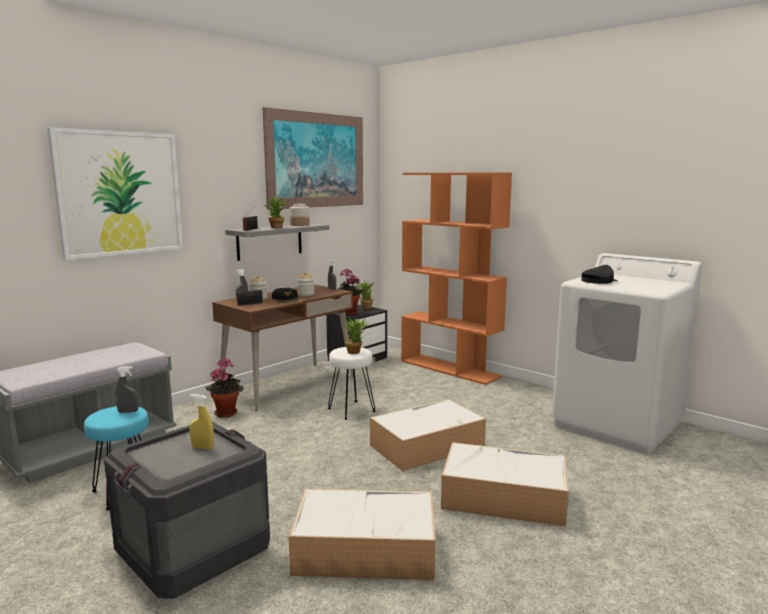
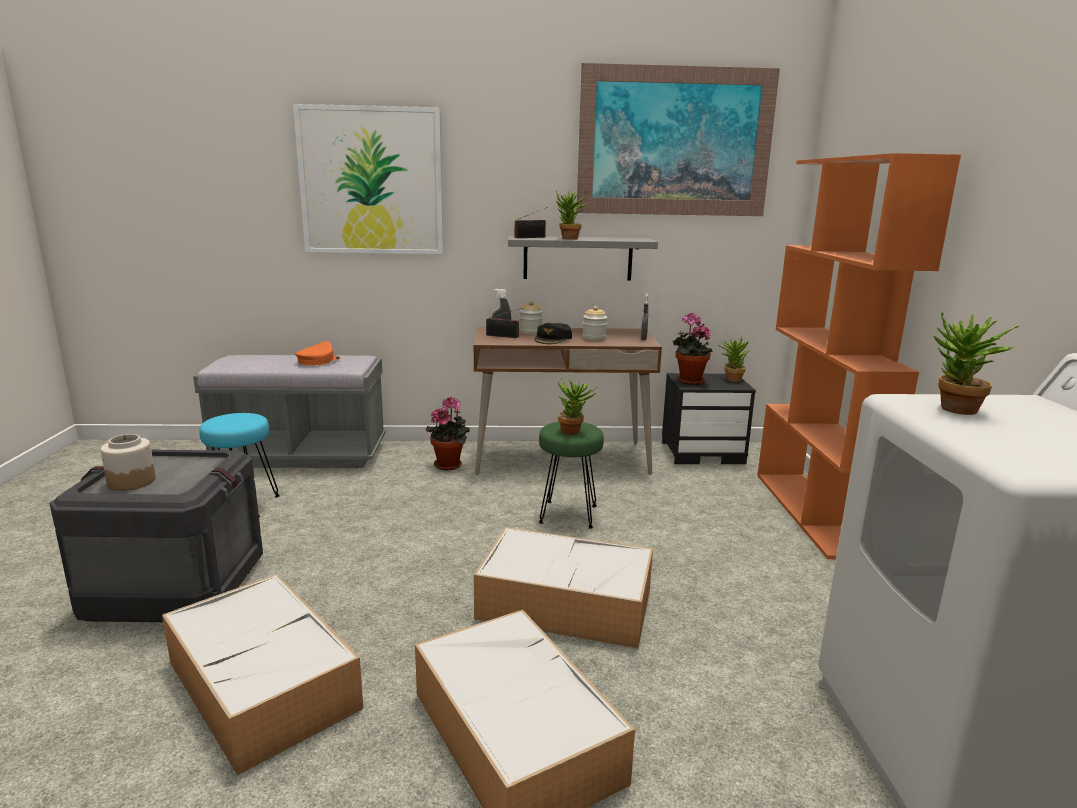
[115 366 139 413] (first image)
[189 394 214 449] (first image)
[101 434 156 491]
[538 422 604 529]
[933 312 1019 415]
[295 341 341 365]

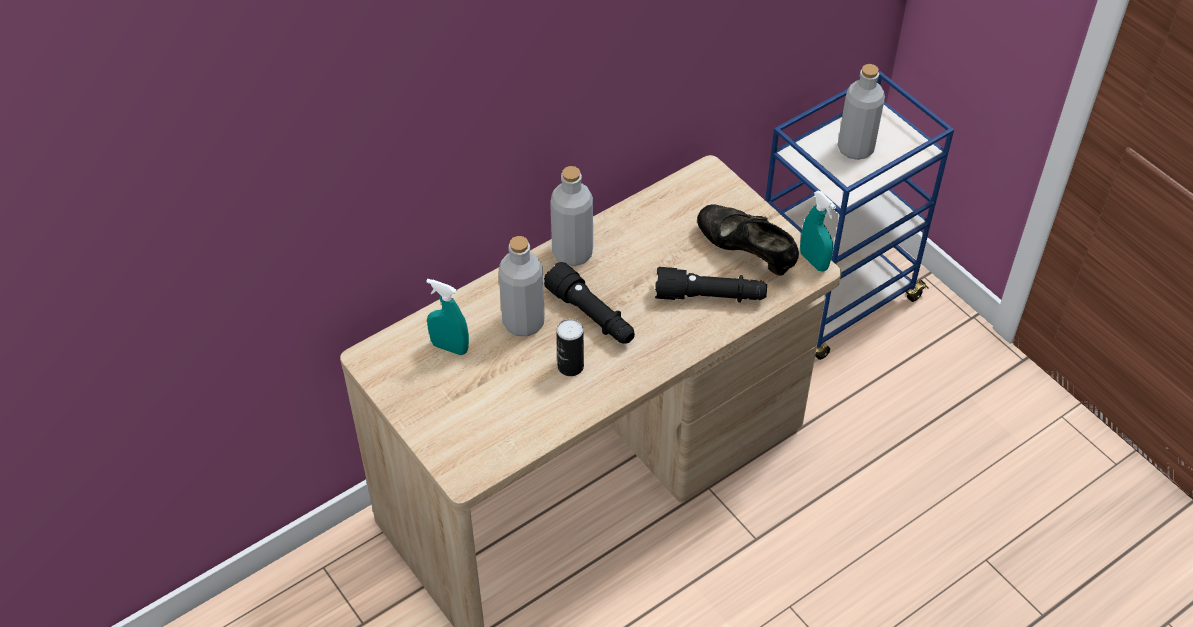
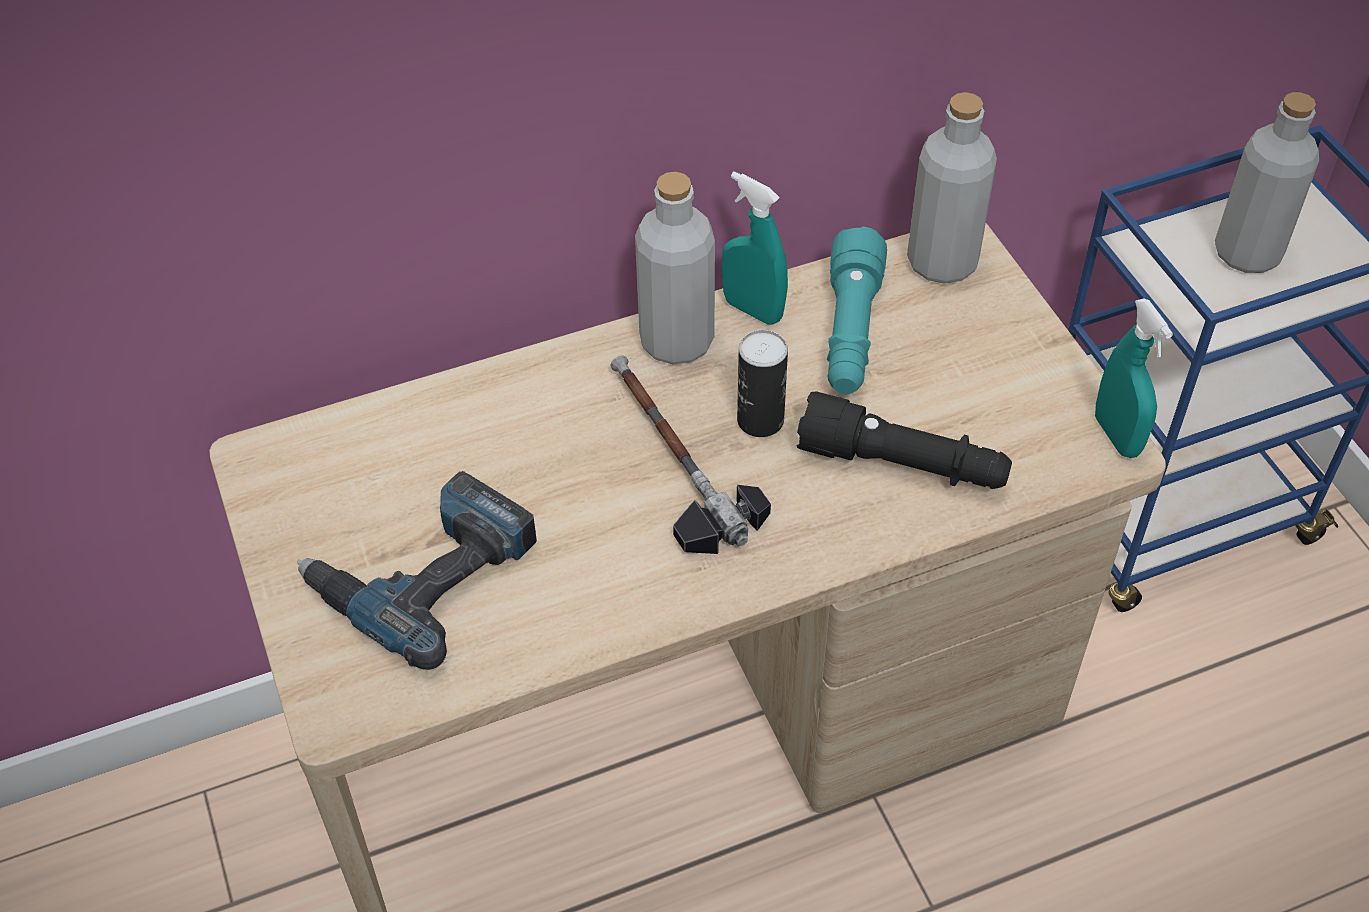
[722 171 788 325]
[907 92 997 284]
[610 355 771 554]
[737 330 788 437]
[697 204 799 276] (first image)
[297 471 537 670]
[827 226 887 394]

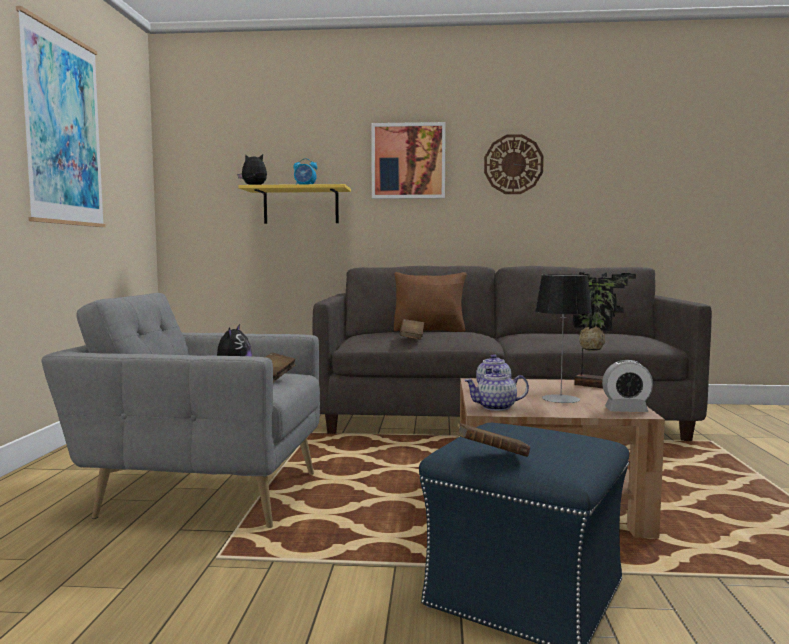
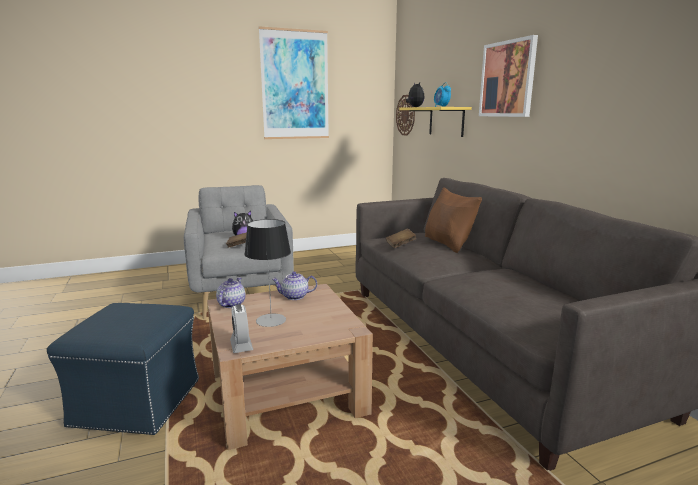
[456 423 530 457] (first image)
[216 278 245 308]
[396 95 415 136]
[573 272 636 388] (first image)

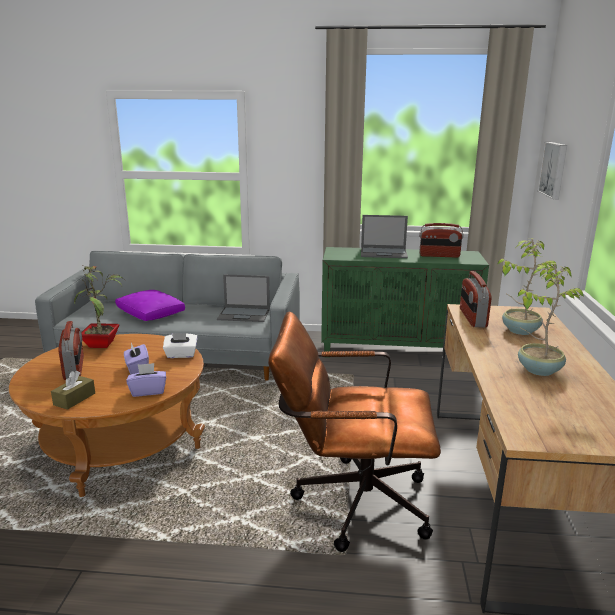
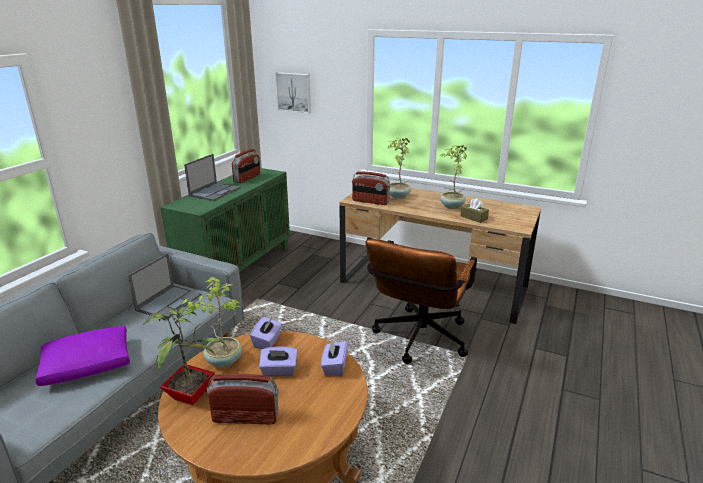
[461 198 489 223]
[250 317 282 349]
[181 277 242 368]

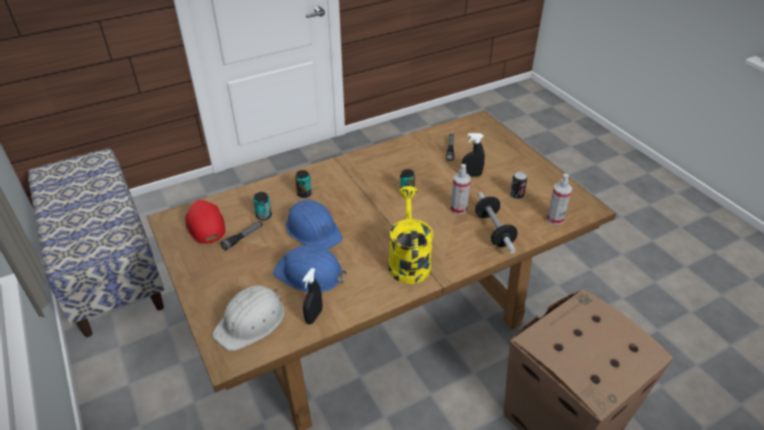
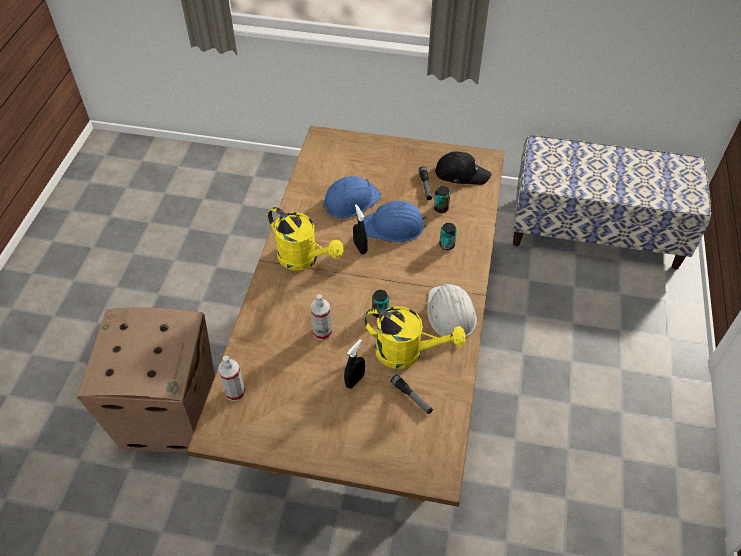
[435 151 492 185]
[427 283 477 338]
[353 204 368 254]
[475 192 517 253] (first image)
[510 172 527 199] (first image)
[364 306 466 369]

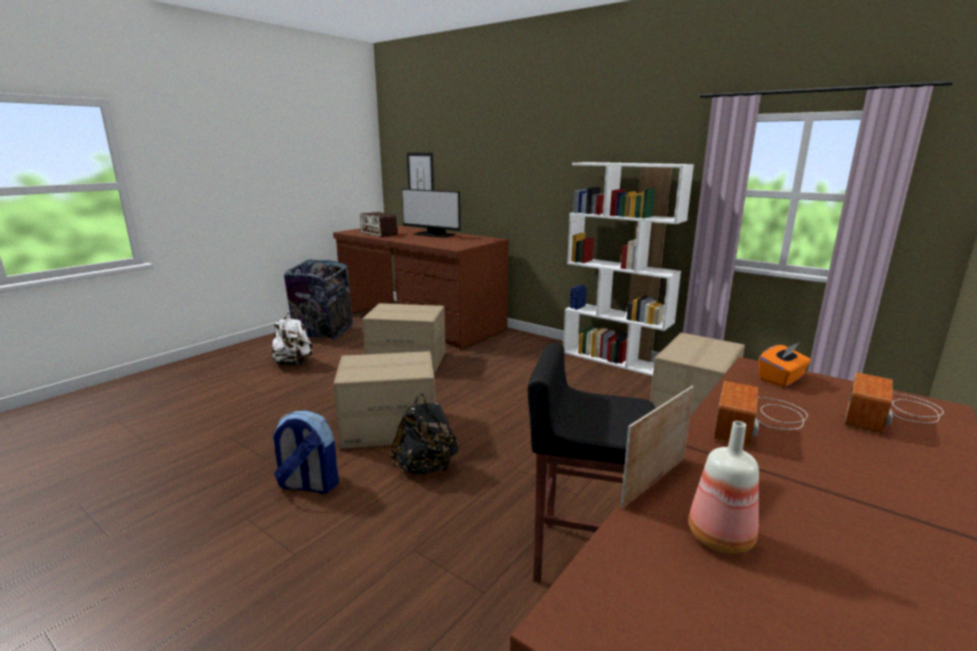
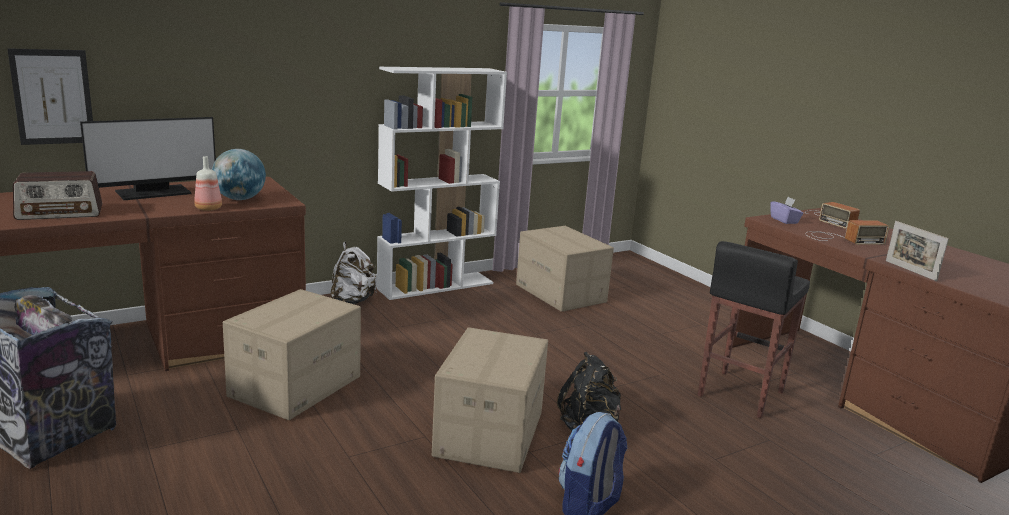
[330 242 377 304]
[194 156 222 211]
[805 220 889 245]
[770 197 804 224]
[212 149 266 200]

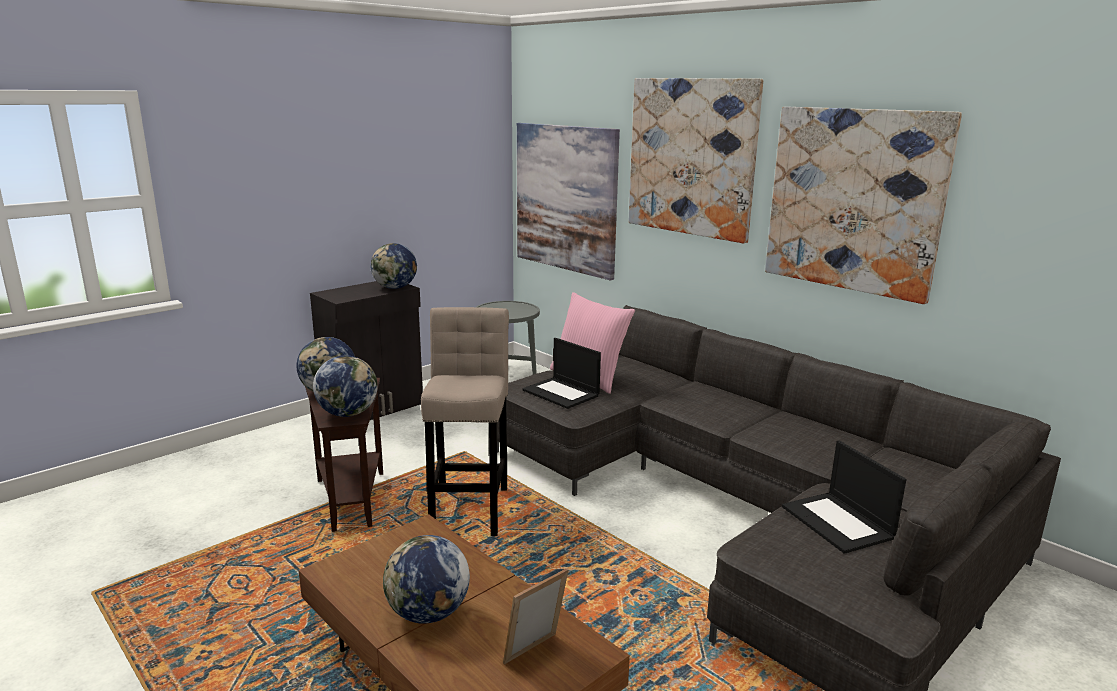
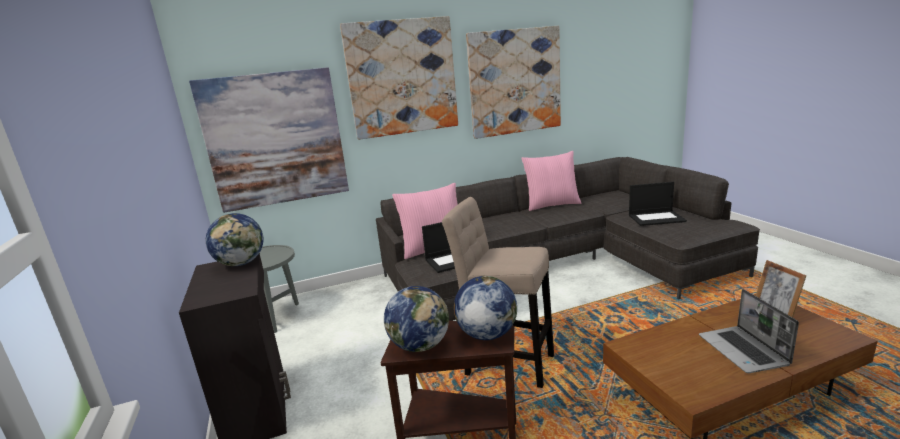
[699 289 799 373]
[522 151 582 211]

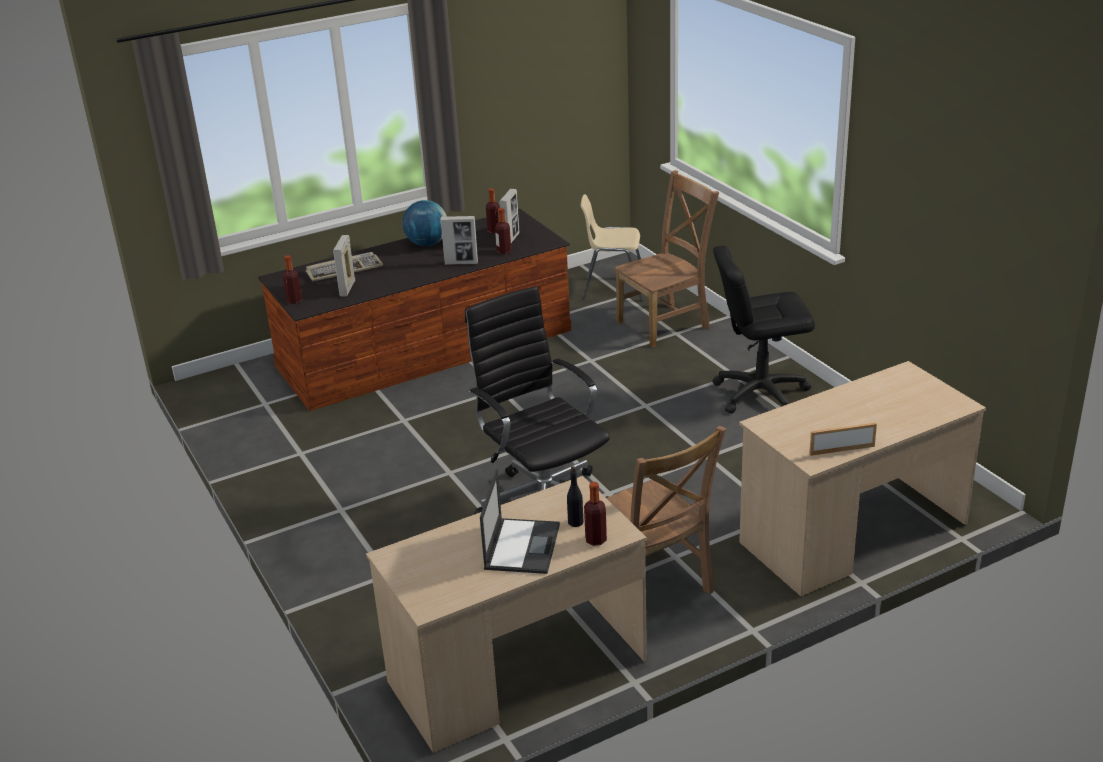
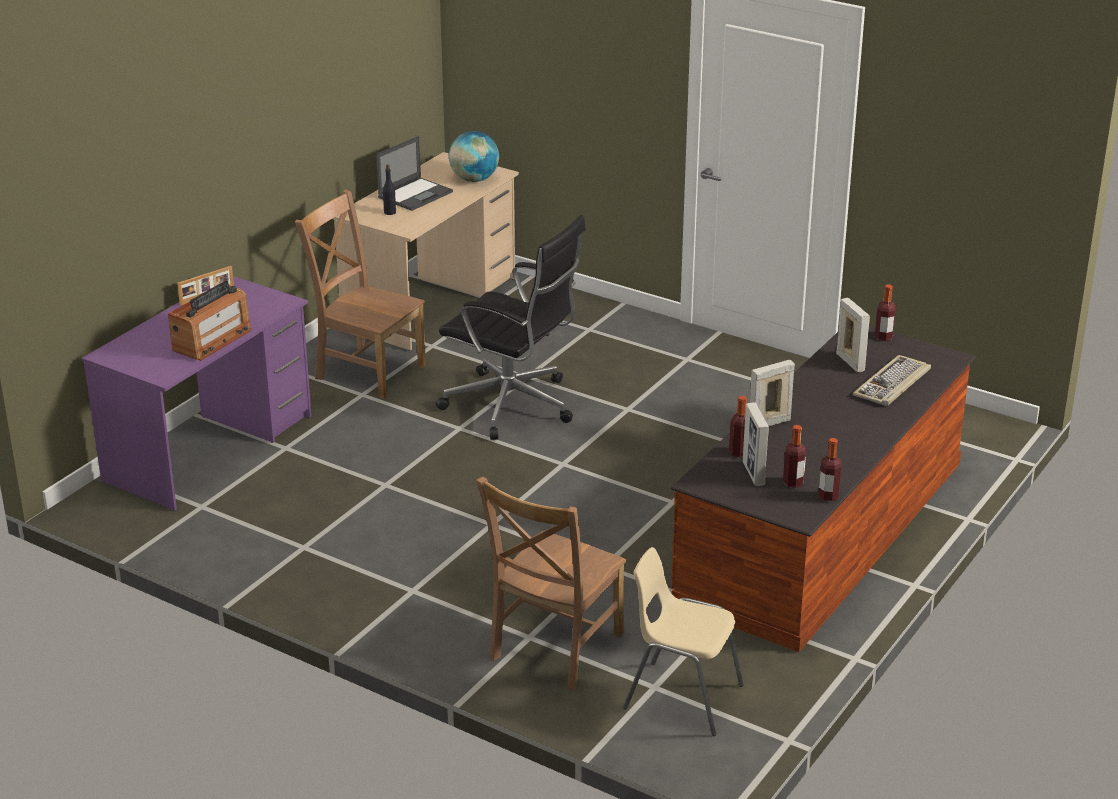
[449 131 499 182]
[376 136 453 211]
[623 547 744 736]
[818 438 842 501]
[712 246 815 413] (first image)
[82 276 312 511]
[168 280 251 361]

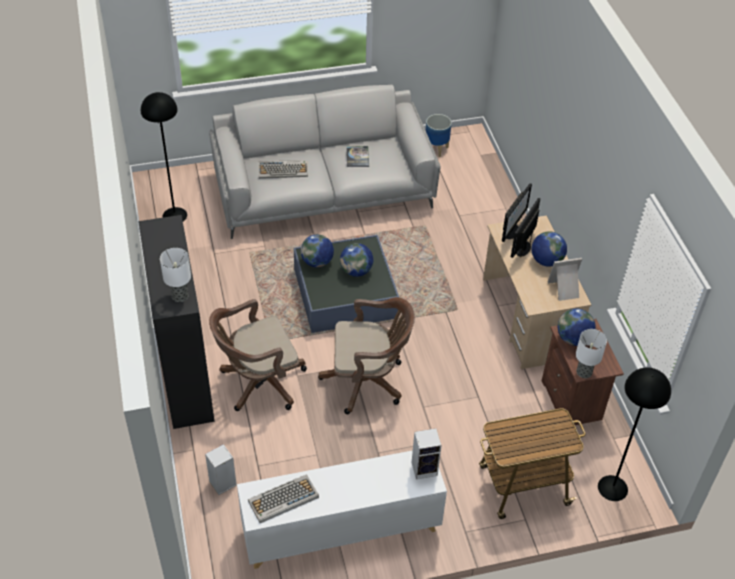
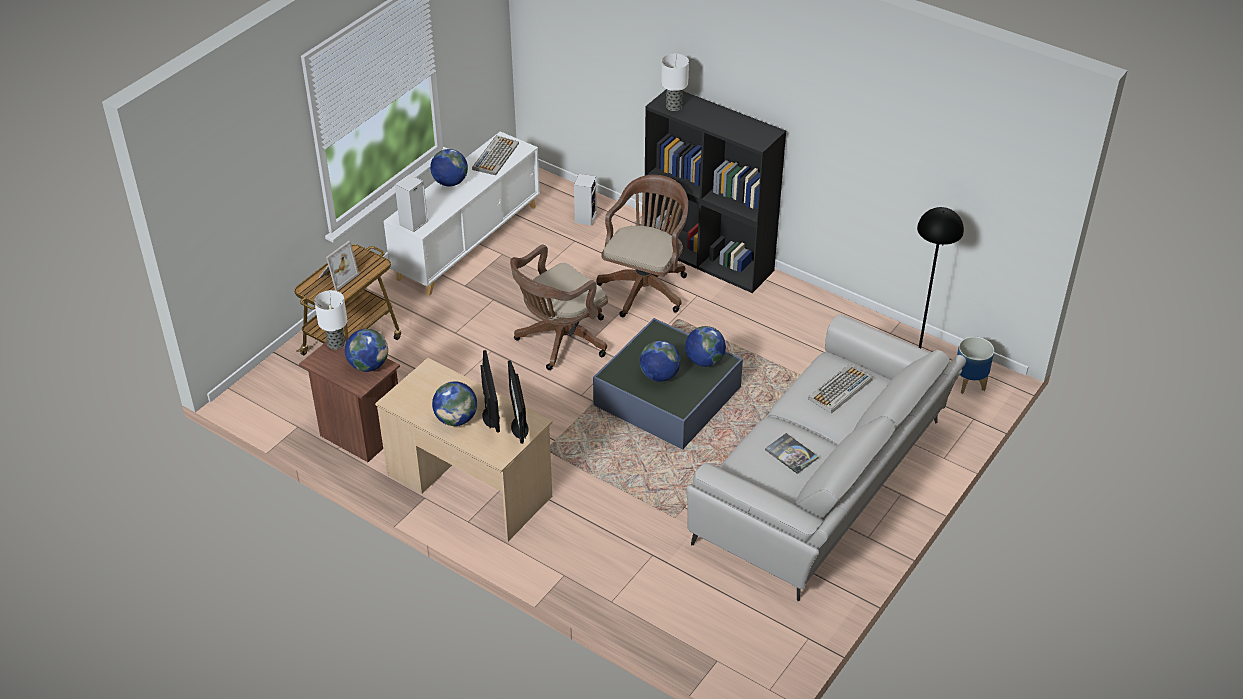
[957 337 994 394]
[318 241 359 291]
[598 367 671 501] (first image)
[430 149 468 186]

